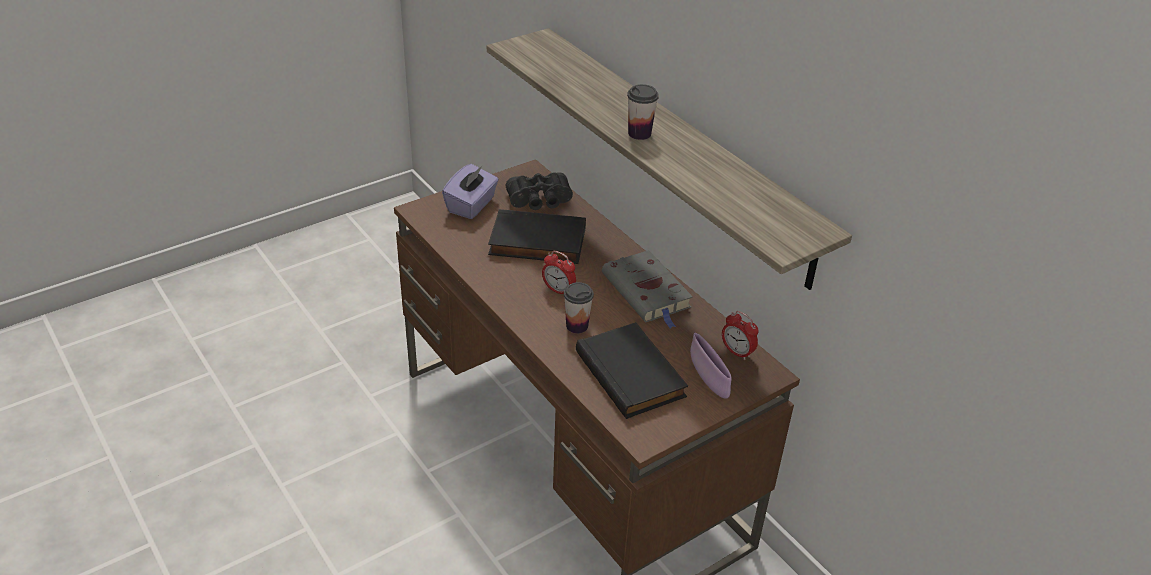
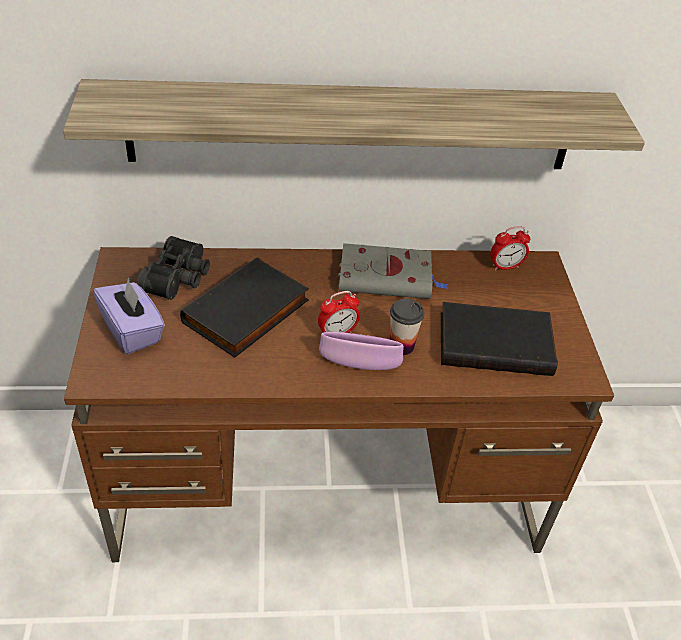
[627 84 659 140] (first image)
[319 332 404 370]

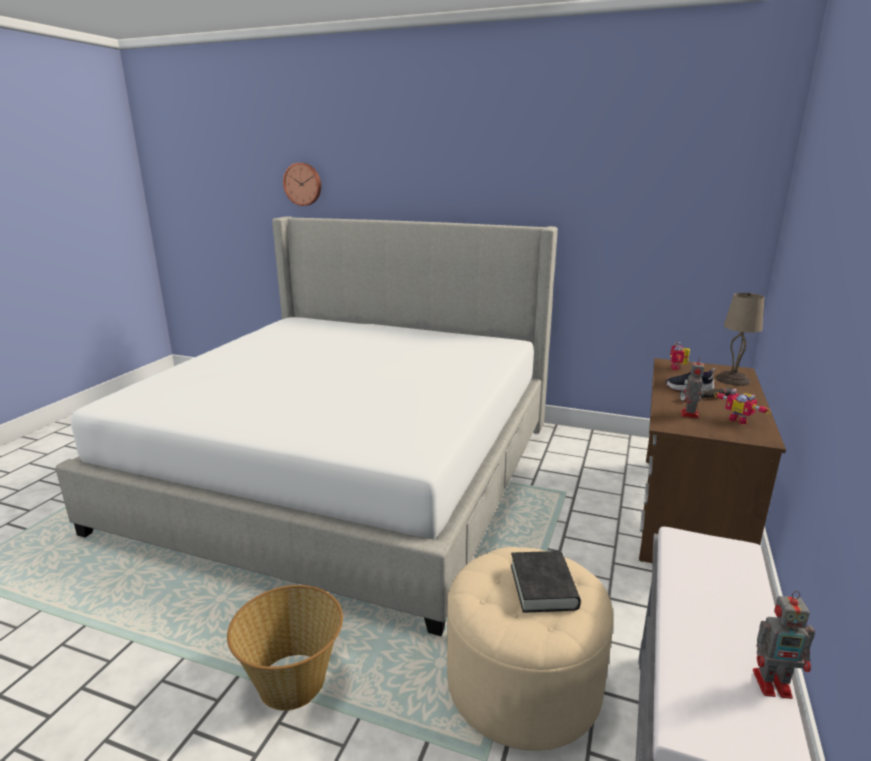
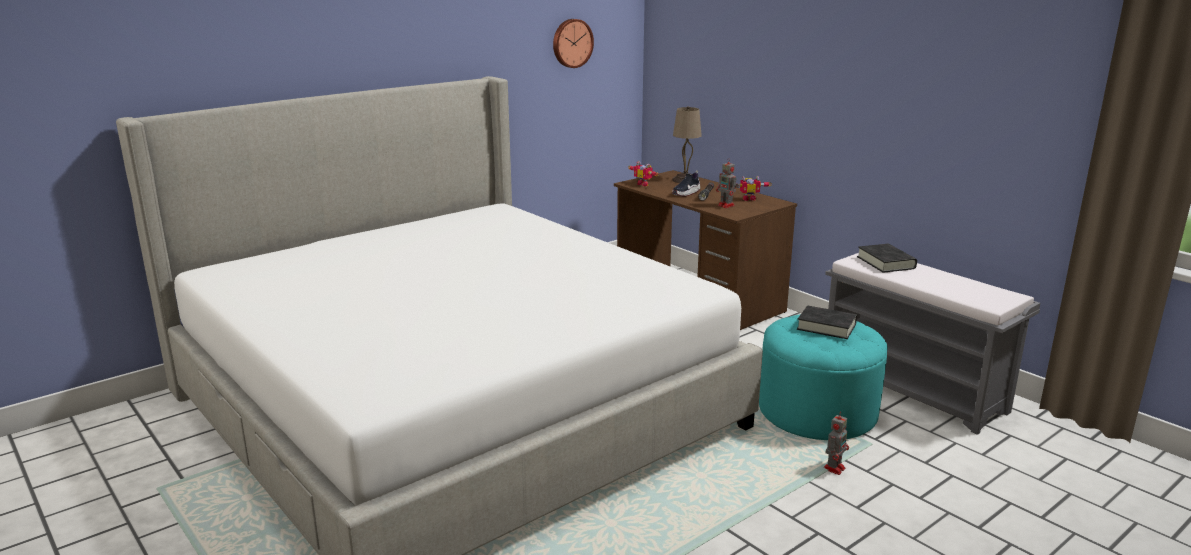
[227 585 343 711] (first image)
[553 19 594 68]
[759 314 888 440]
[824 411 849 475]
[857 244 917 273]

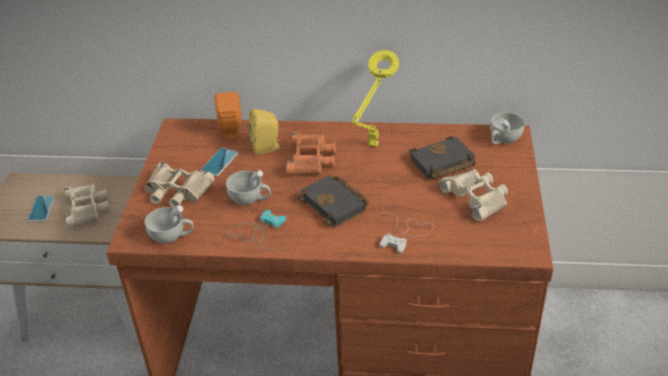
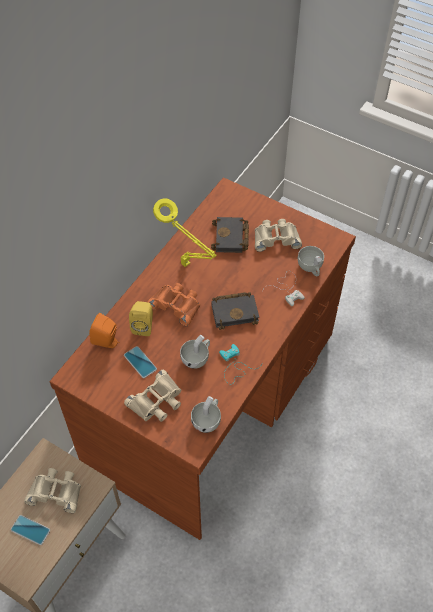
[298 246 324 276]

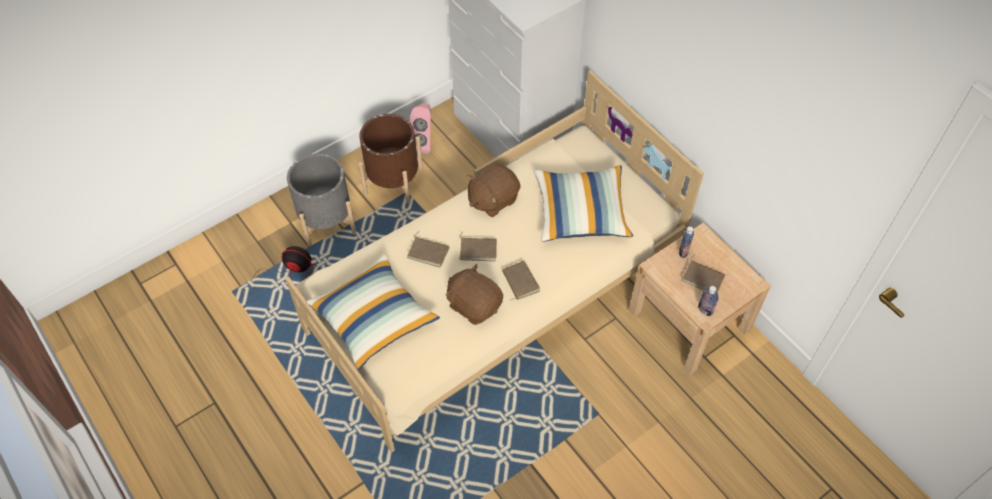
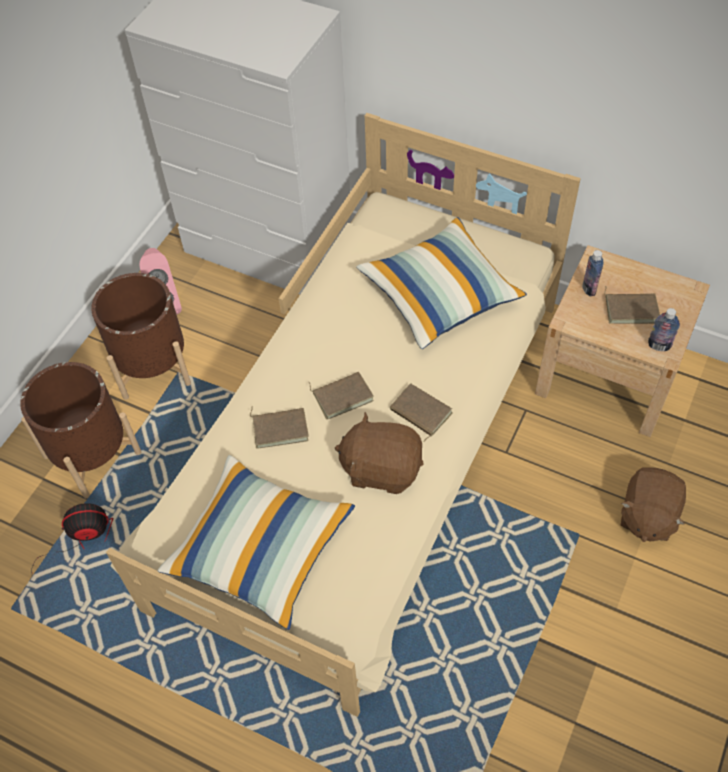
[20 362 141 498]
[620 467 686 542]

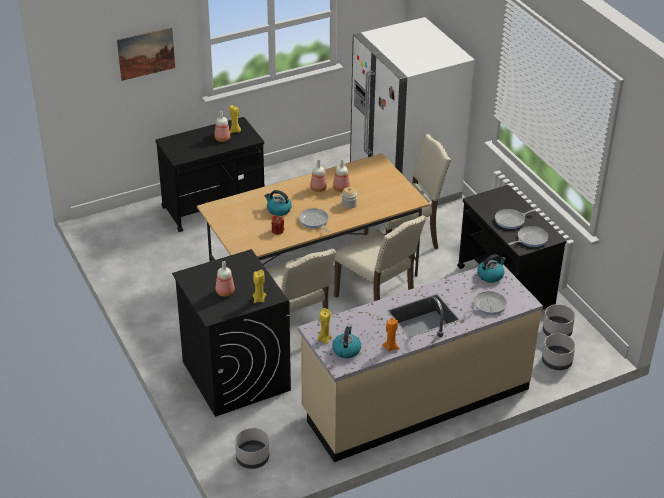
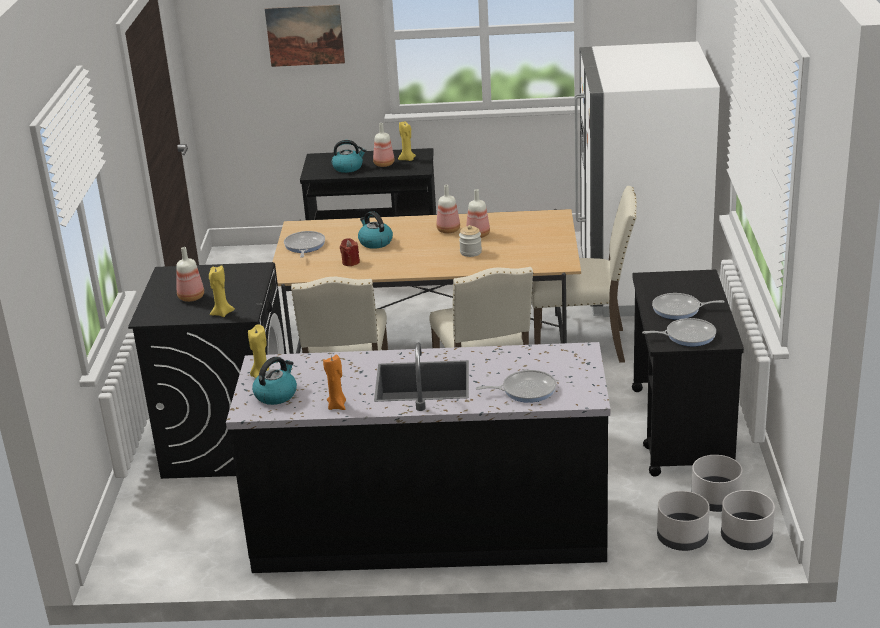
[721 490 775 550]
[226 342 610 573]
[284 231 325 258]
[332 140 366 173]

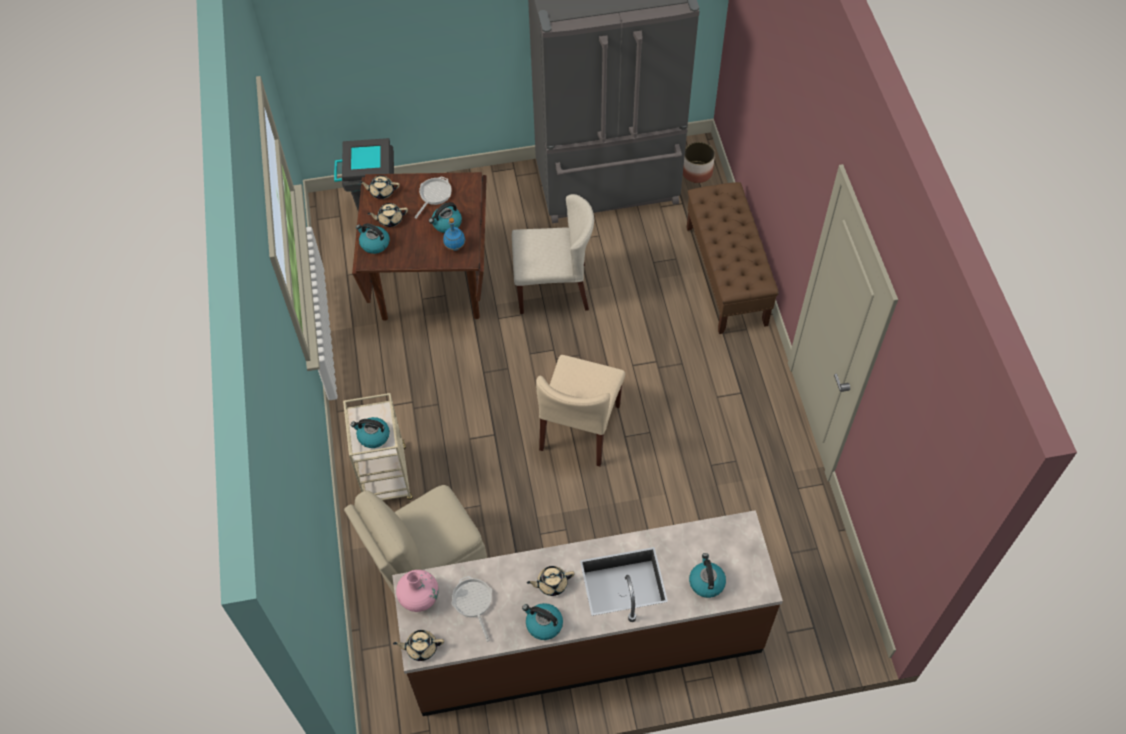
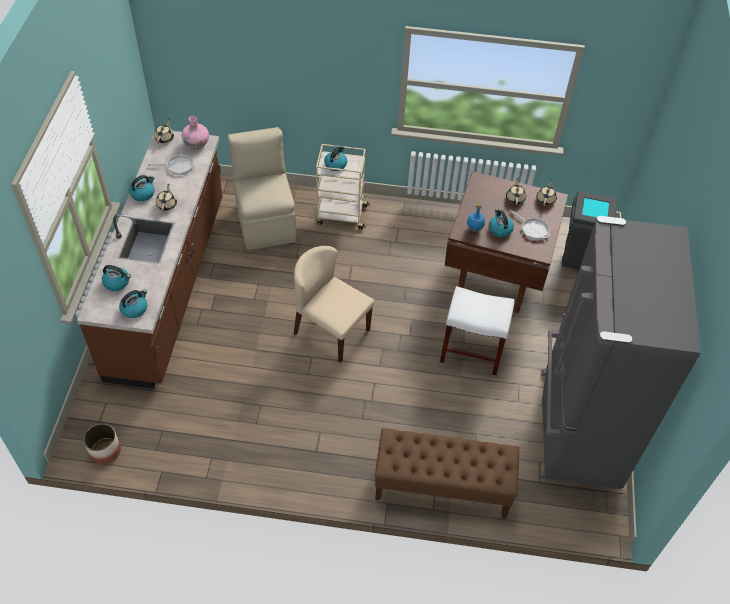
[119 290 147 318]
[440 286 515 376]
[83 424 121 464]

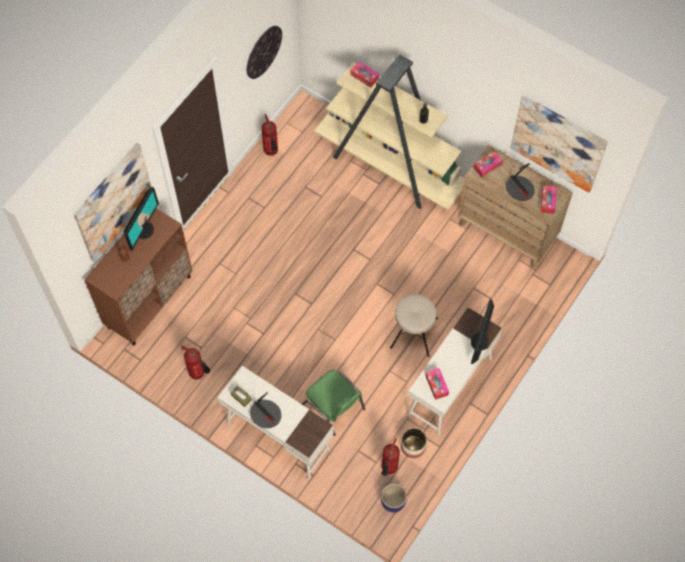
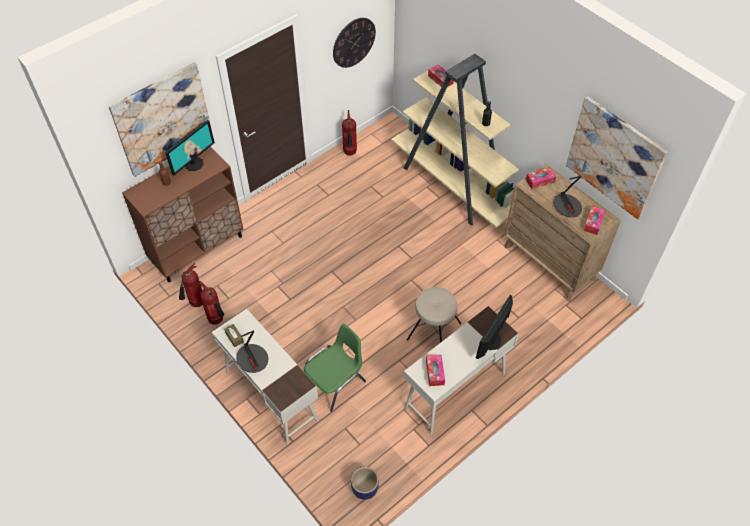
[304 324 366 412]
[179 263 203 307]
[401 428 427 458] (first image)

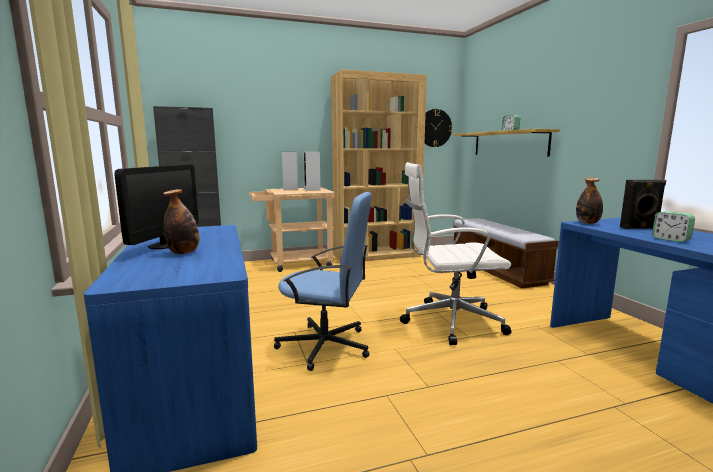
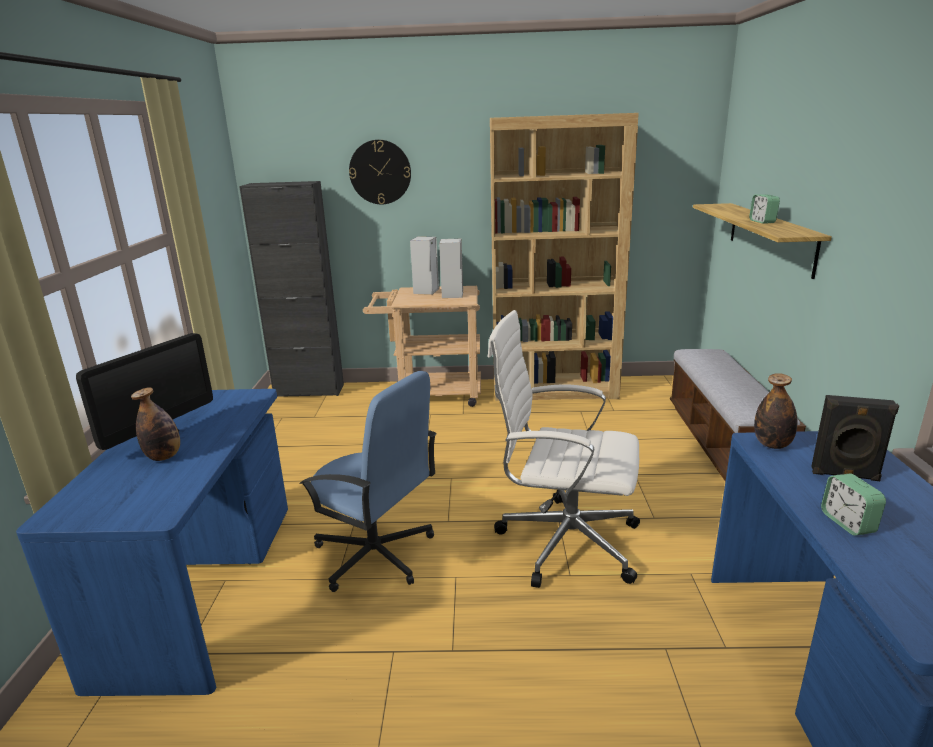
[349 140 411 204]

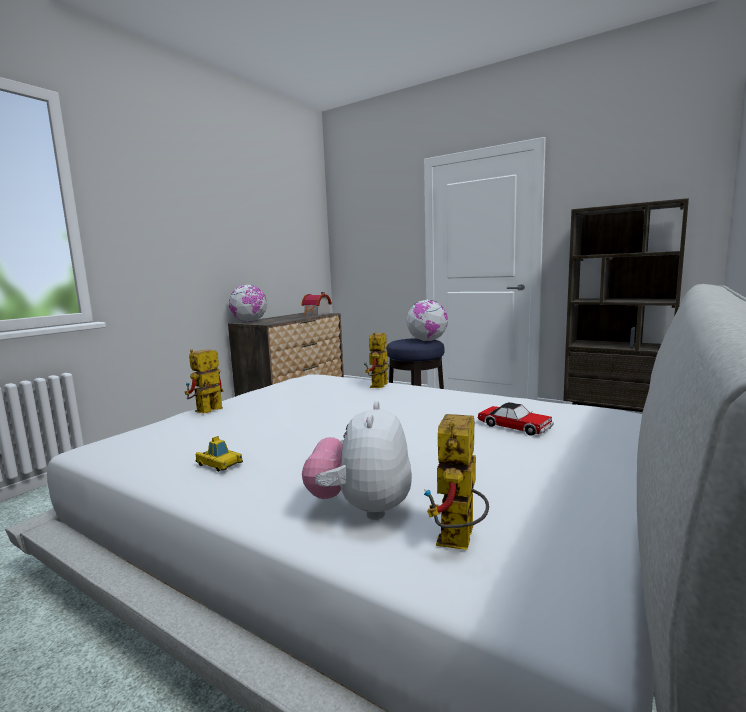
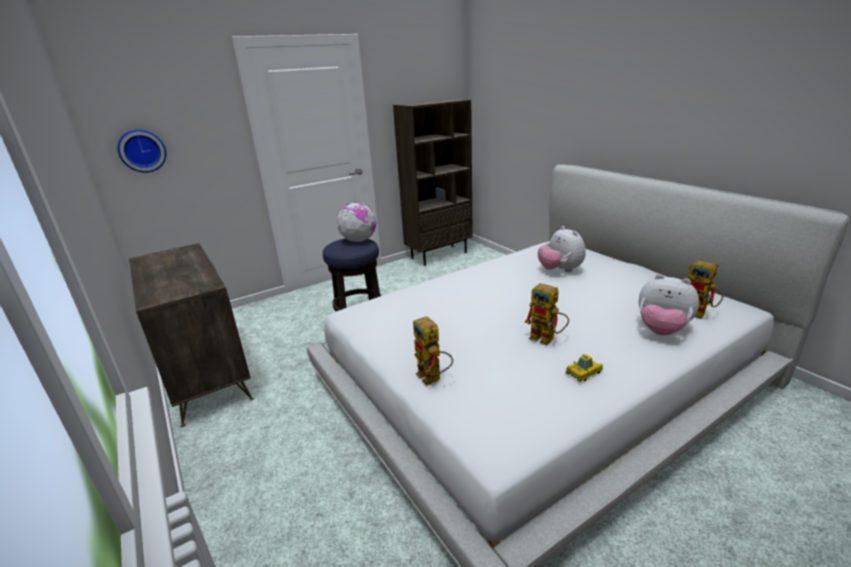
[229 285 267 322] (first image)
[301 292 332 316] (first image)
[524 283 569 345]
[538 226 586 272]
[117 129 166 173]

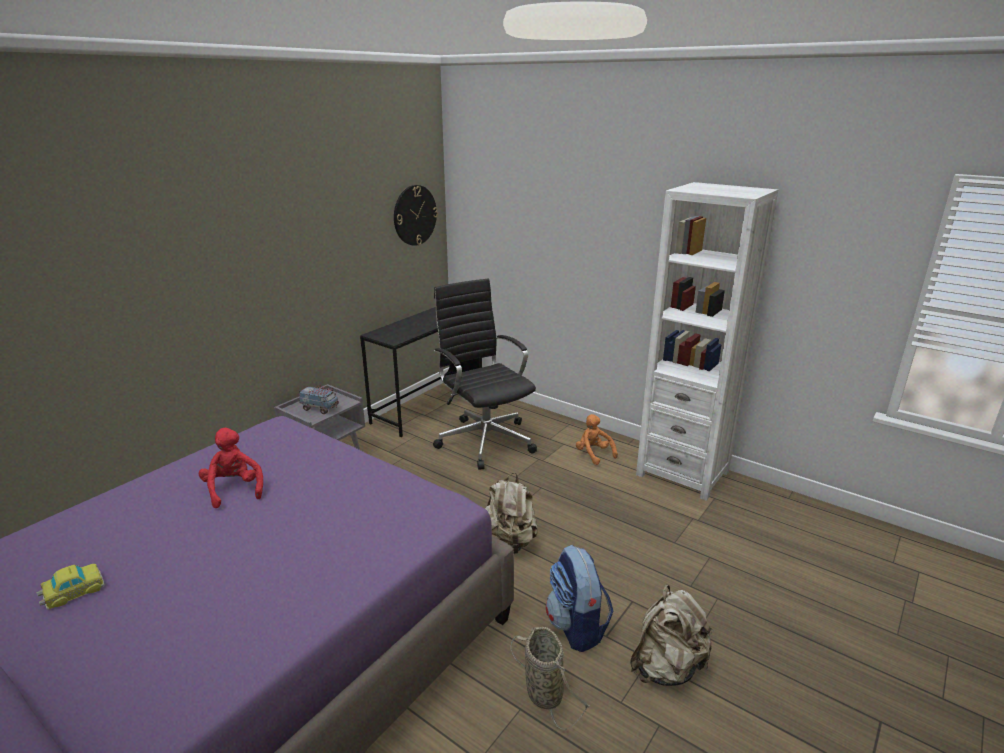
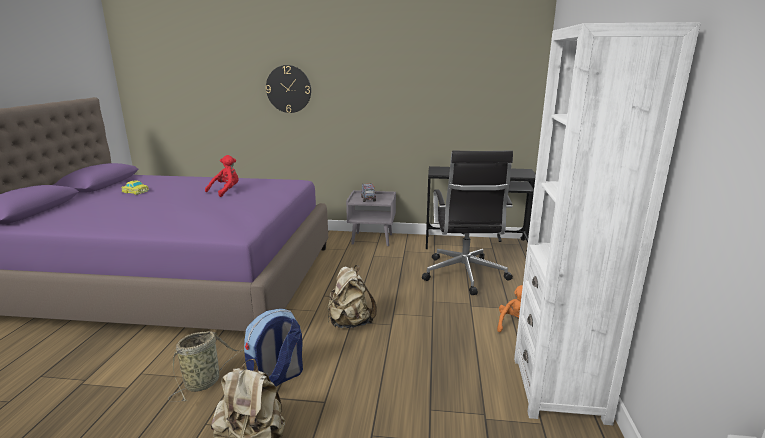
[266 65 311 113]
[422 150 513 295]

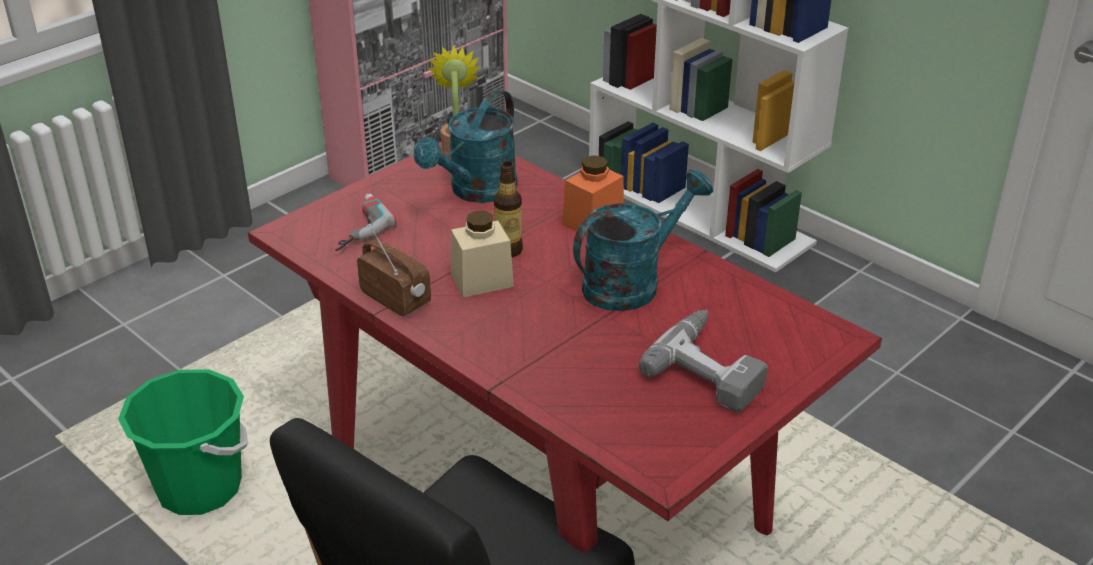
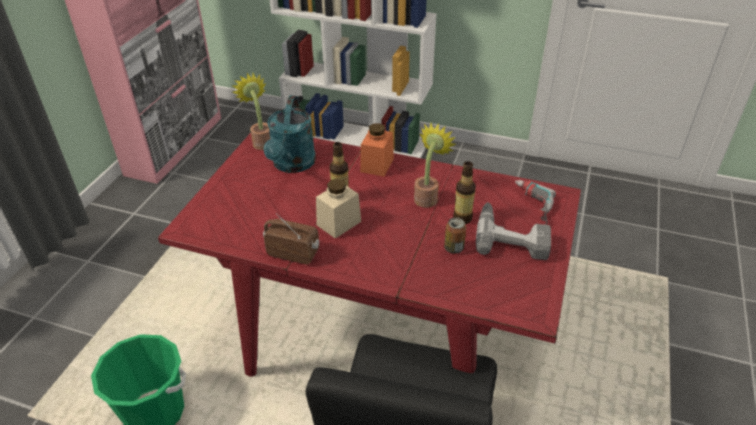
[515 180 556 225]
[414 123 456 208]
[444 217 466 254]
[453 161 476 224]

